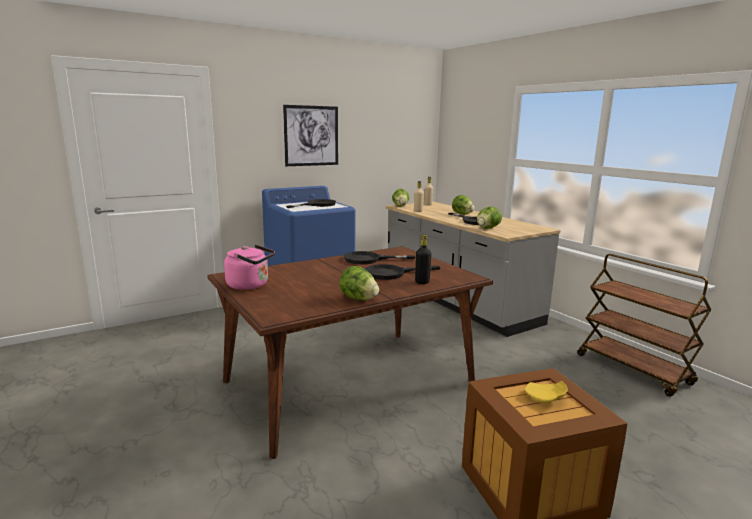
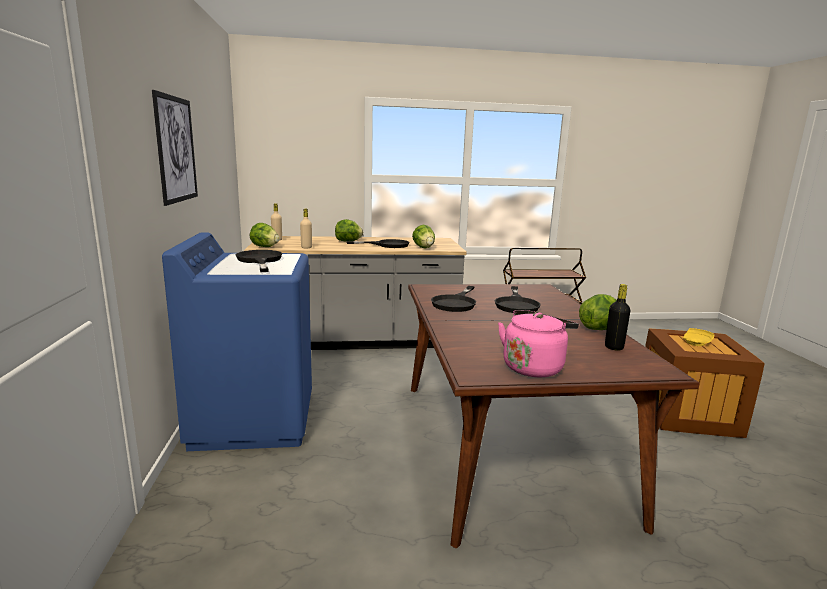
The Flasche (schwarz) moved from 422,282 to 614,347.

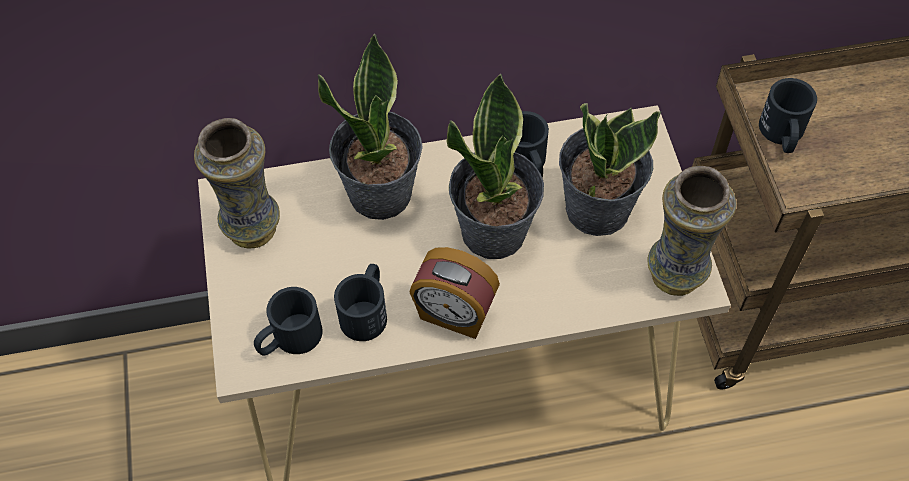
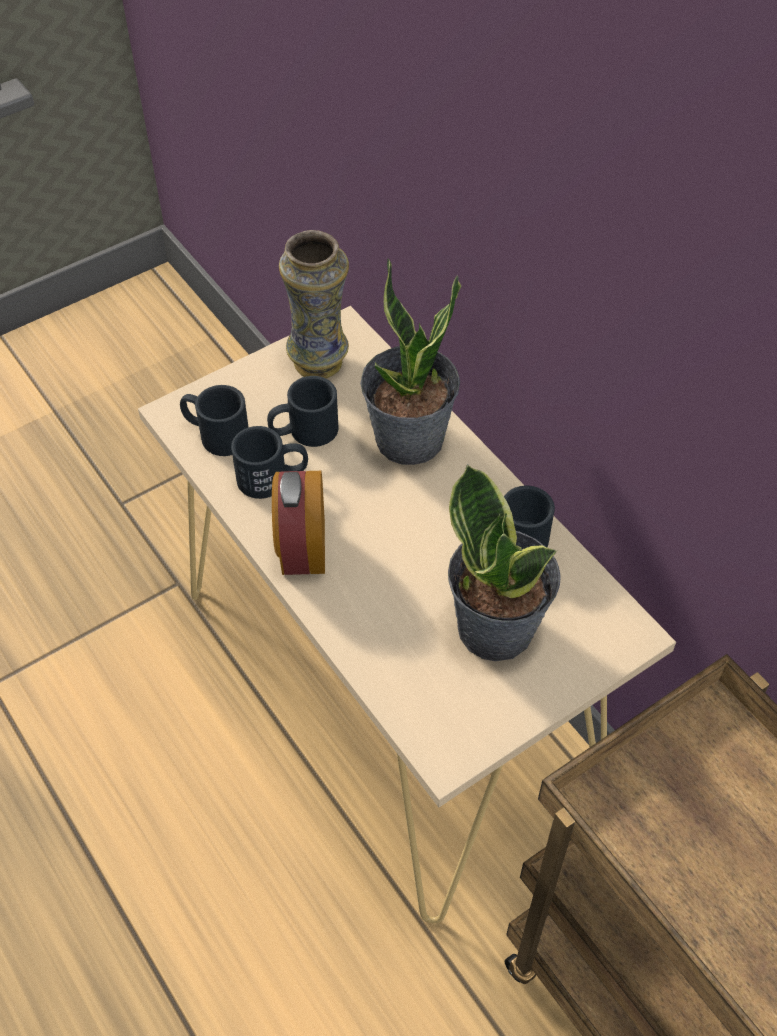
The Topfpflanze at 495,232 disappeared.
The Vase at 676,273 disappeared.
The Henkelbecher (schwarz) moved from 782,135 to 303,431.

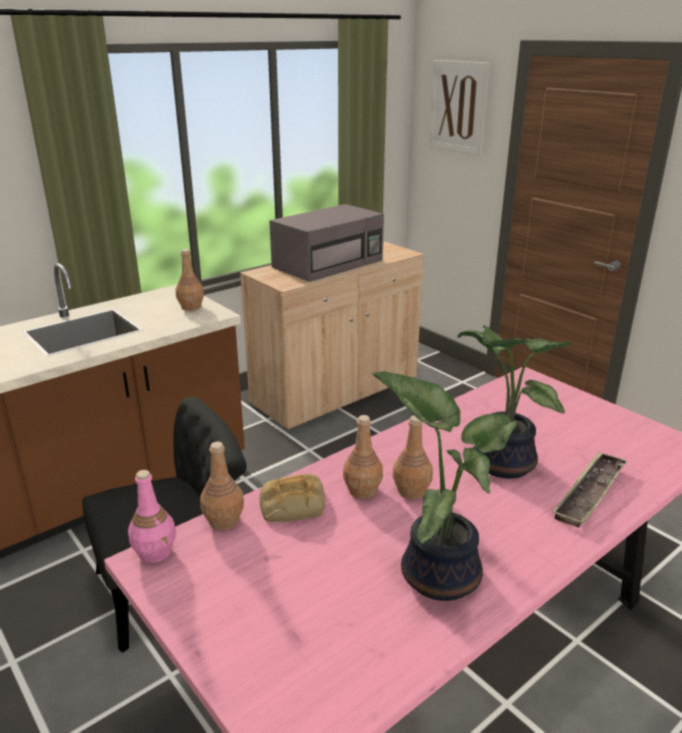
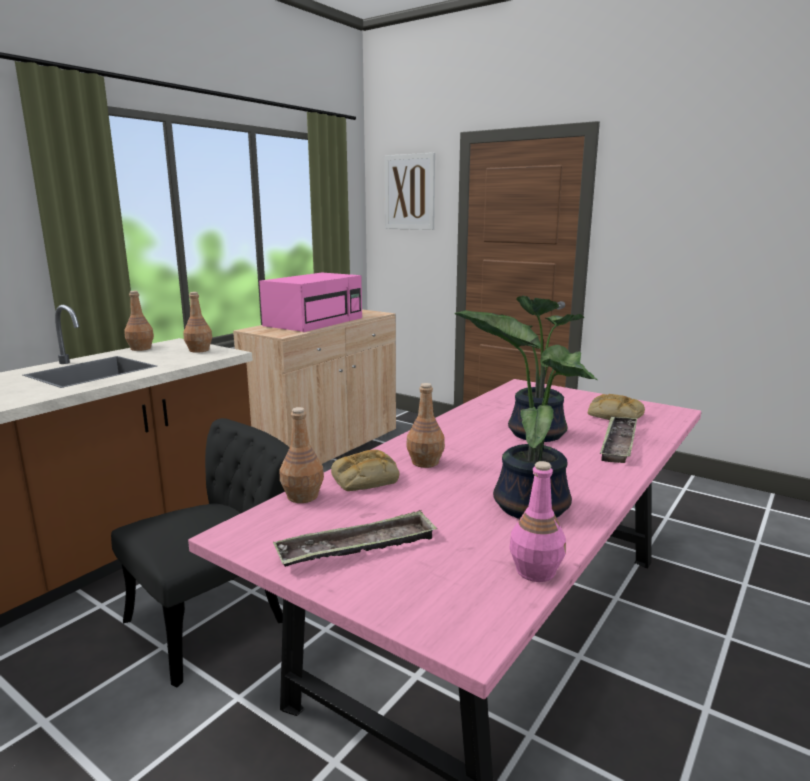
The Tablett at 358,547 appeared.
The Brot at 614,415 appeared.
The Flasche (rosa) moved from 155,552 to 535,571.
The Flasche (braun) moved from 411,491 to 141,348.
The Mikrowelle (grau) at 329,263 became the Mikrowelle (rosa) at 315,321.

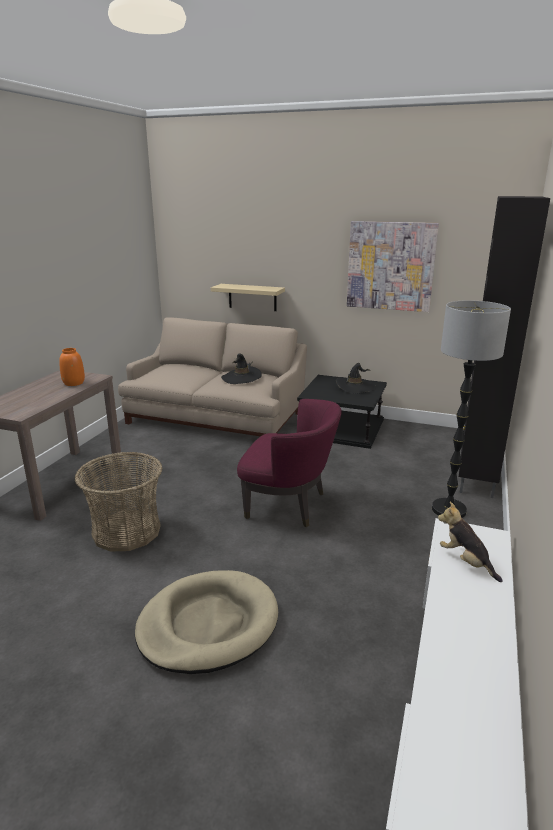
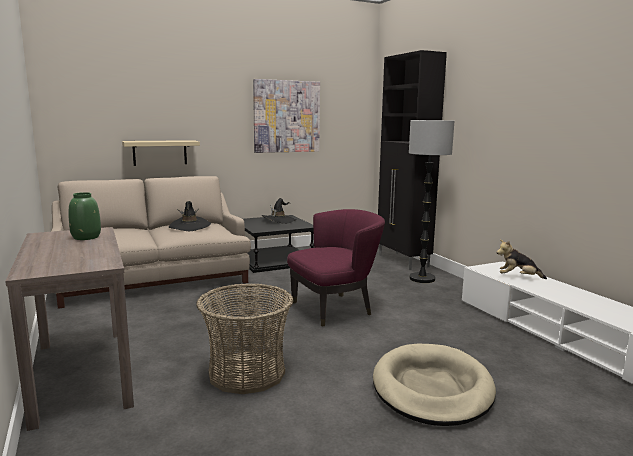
The Vase (orange) at 74,383 became the Vase (grün) at 86,237.

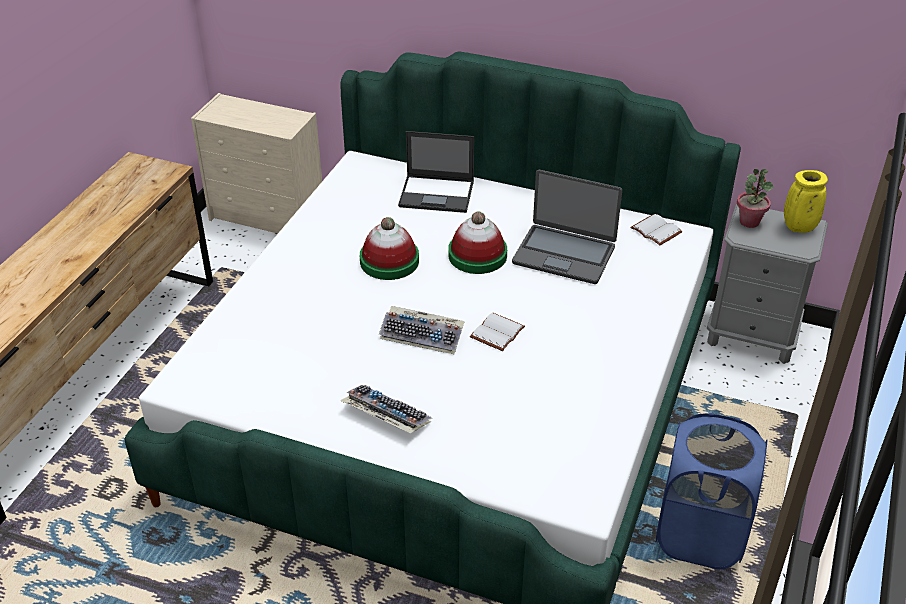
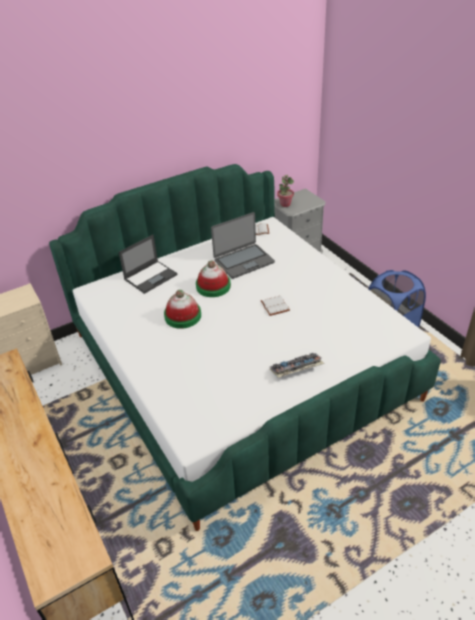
The Tastatur at 423,335 disappeared.
The Vase (gelb) at 798,228 disappeared.

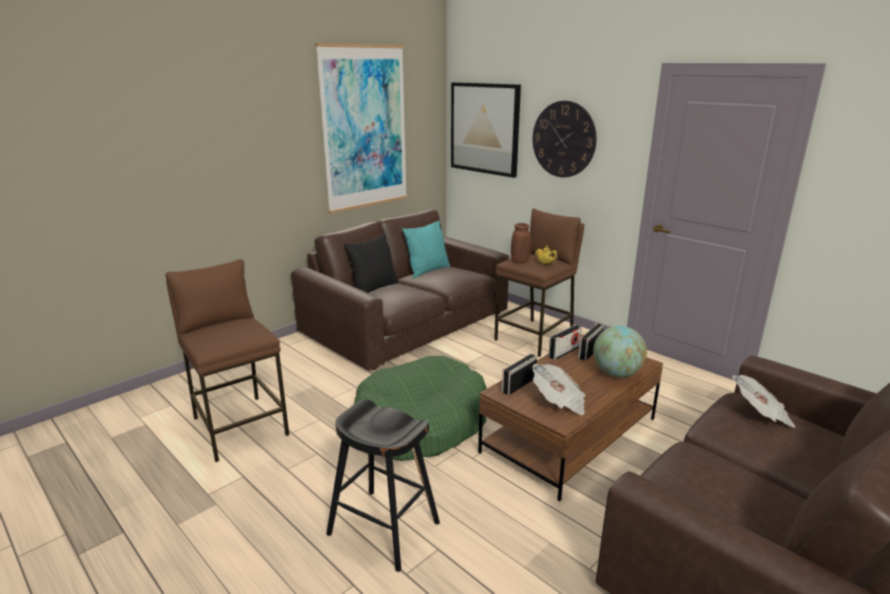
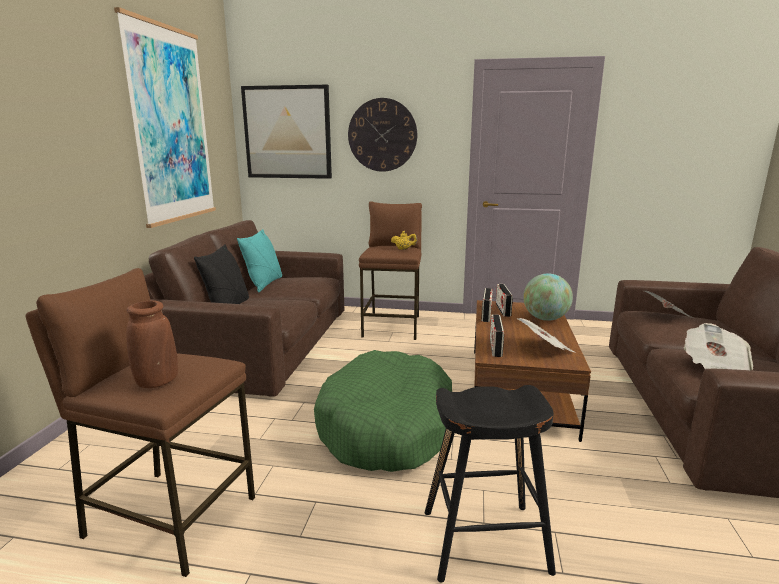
The Zeitung at 715,368 appeared.
The Vase (braun) moved from 520,261 to 157,382.

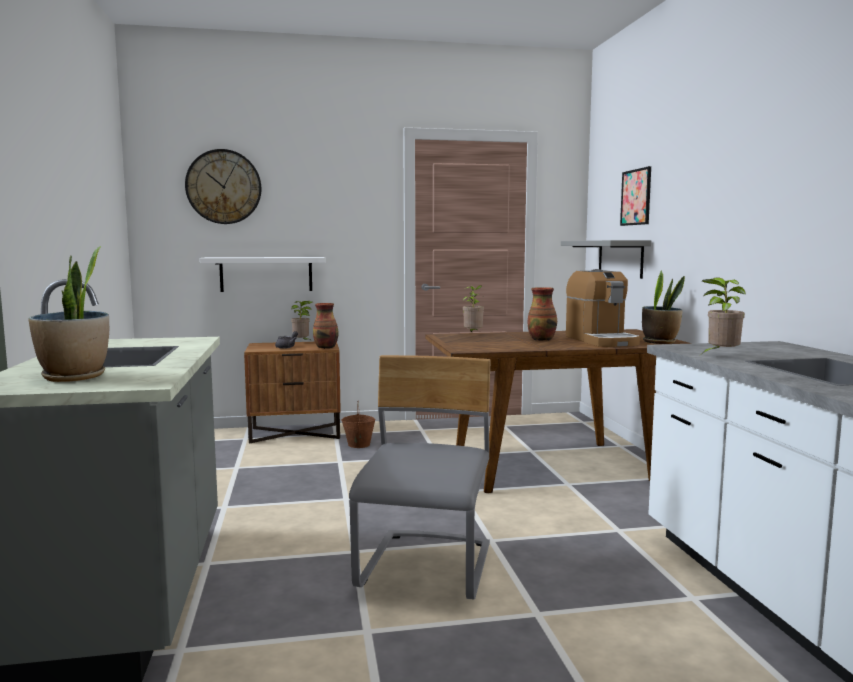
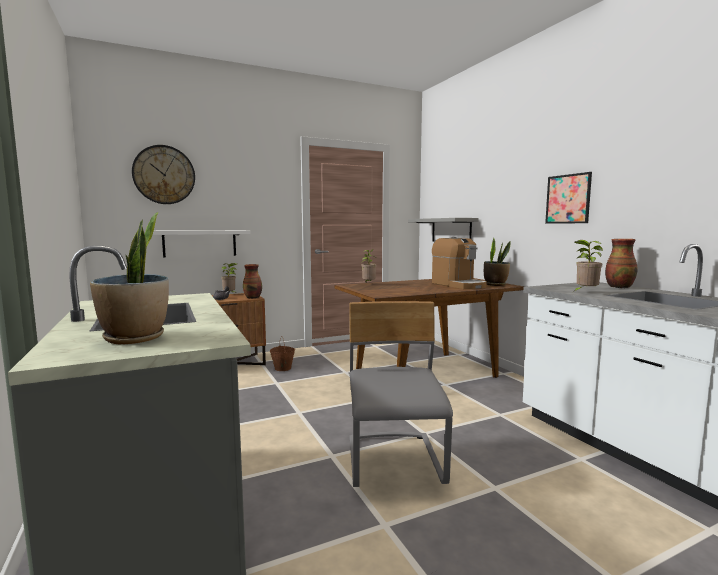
The Vase moved from 542,339 to 619,287.
The Bild moved from 636,197 to 568,199.

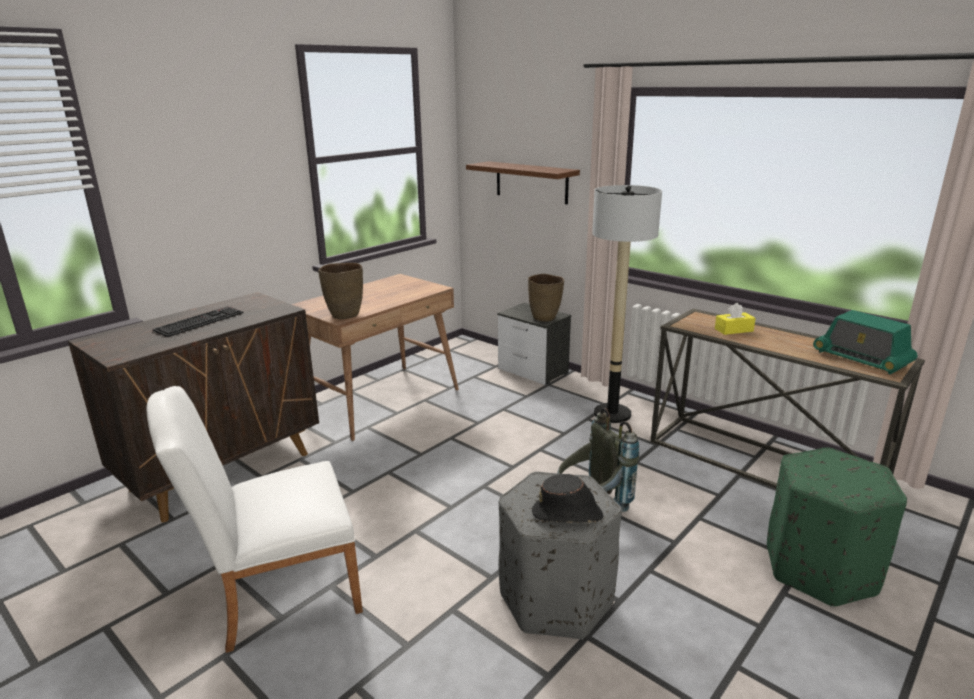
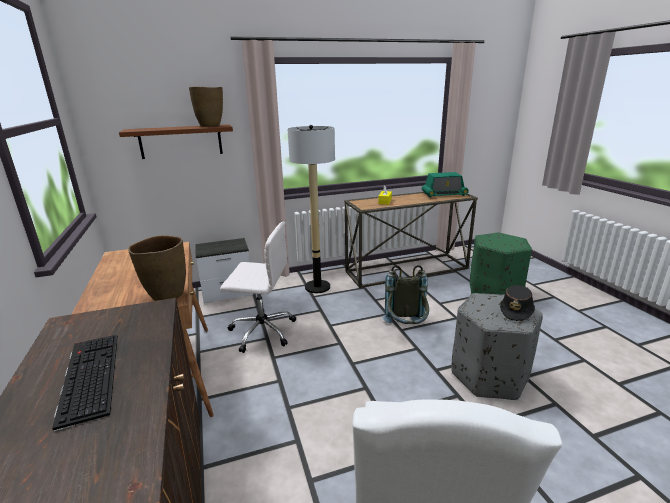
The Bürostuhl (weiß) at 261,331 appeared.
The Vase (braun) moved from 545,318 to 210,126.

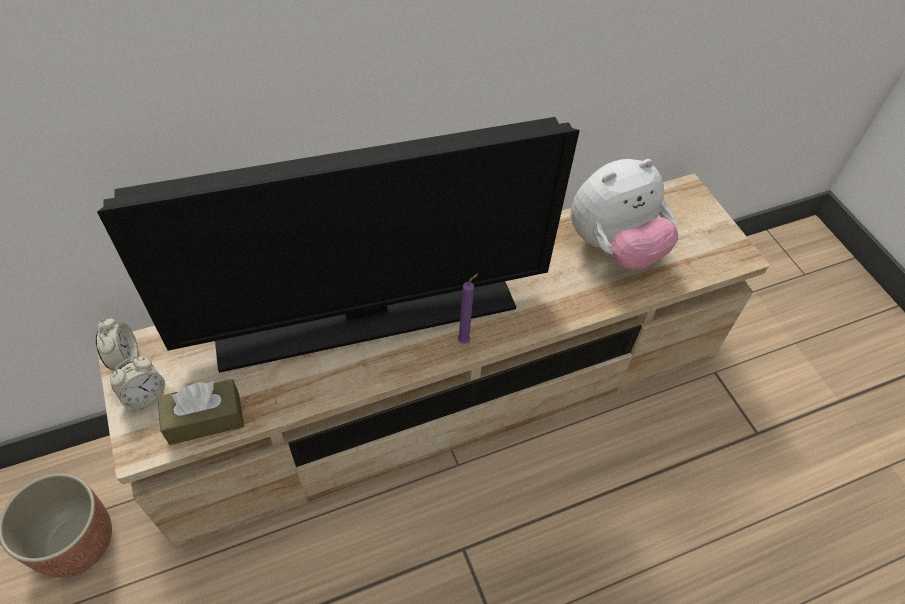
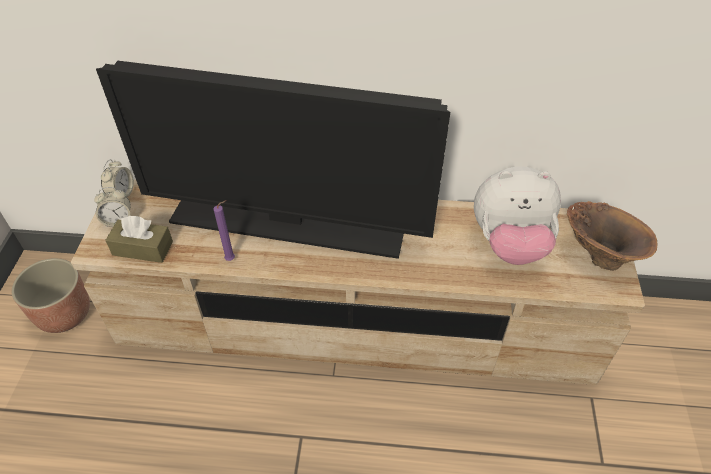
The Vase (braun) at 598,255 appeared.
The Kerze (lila) moved from 465,340 to 232,259.

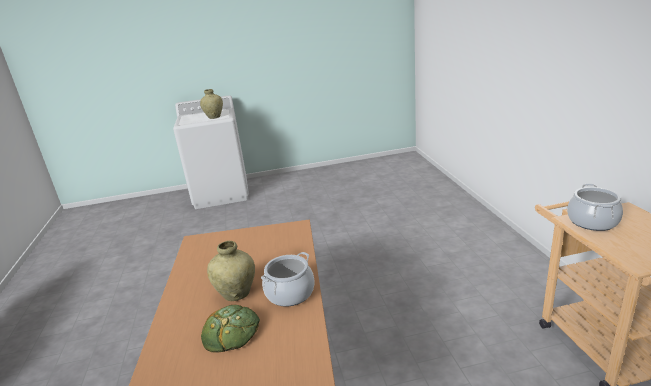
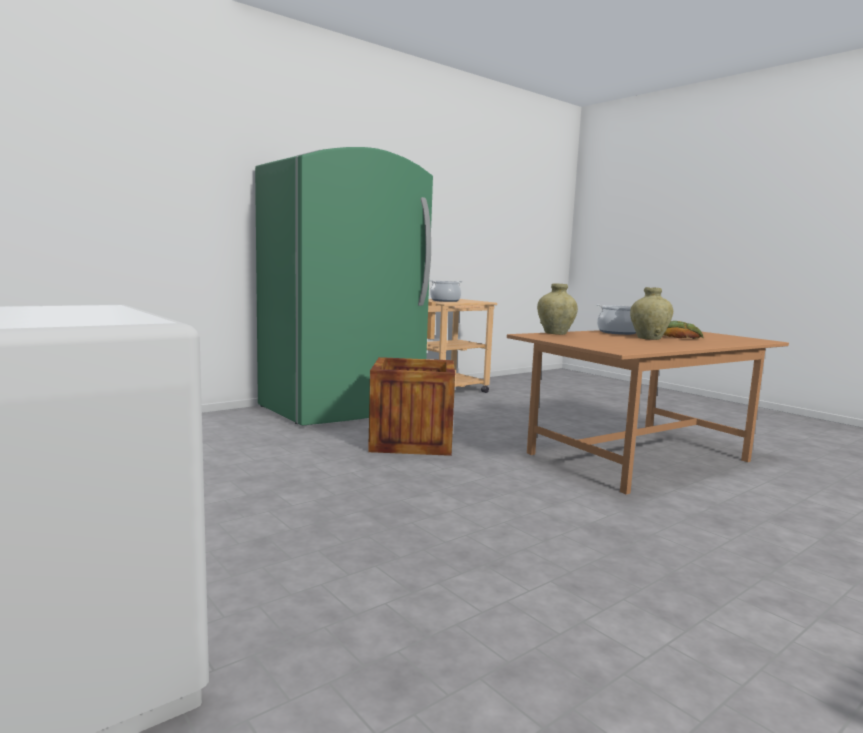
The Kühlschrank (grün) at 344,408 appeared.
The Kiste at 411,441 appeared.
The Vase (beige) moved from 214,117 to 555,333.

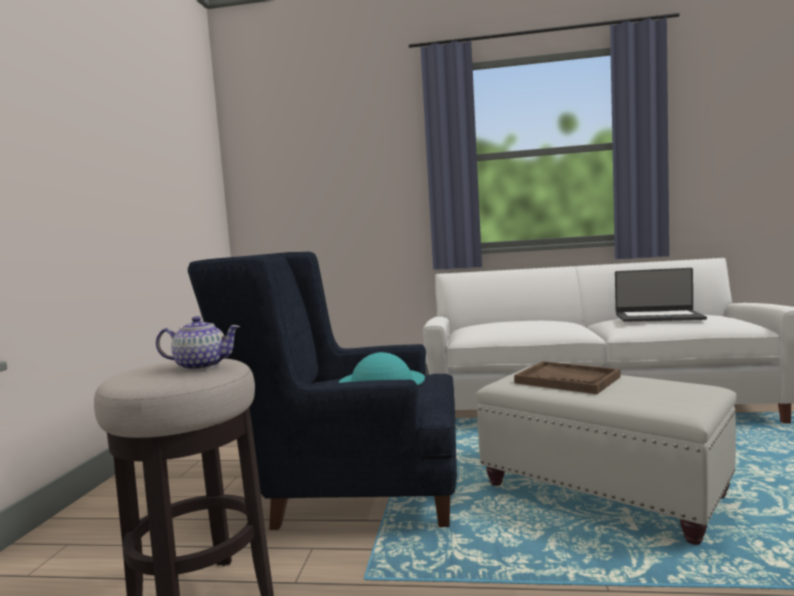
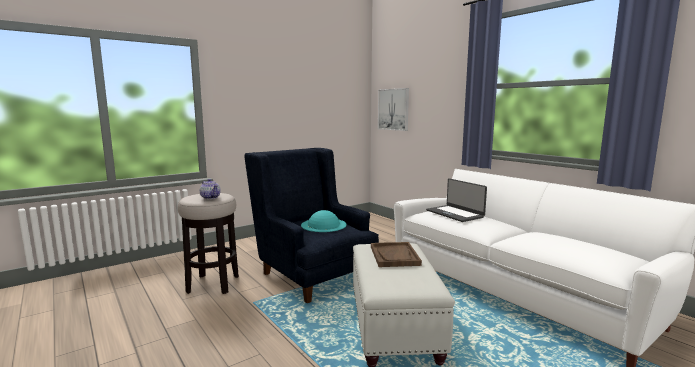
The Bild at 393,109 appeared.
The Laptop moved from 658,317 to 455,213.

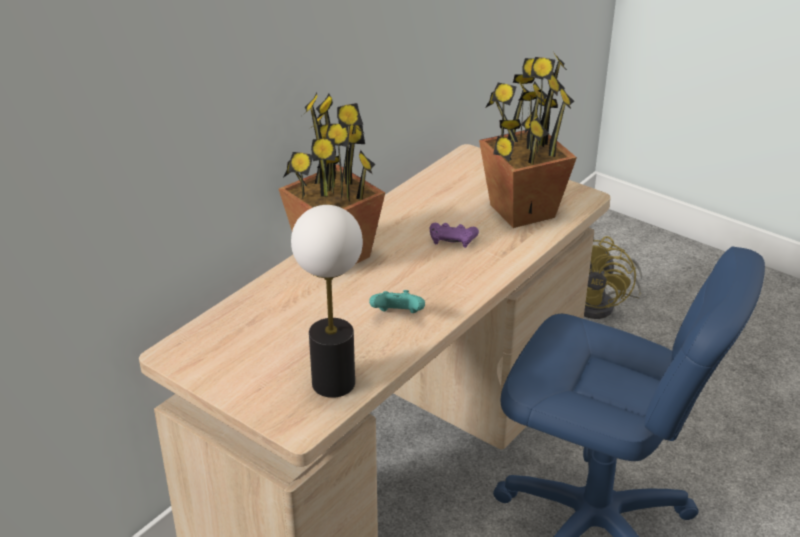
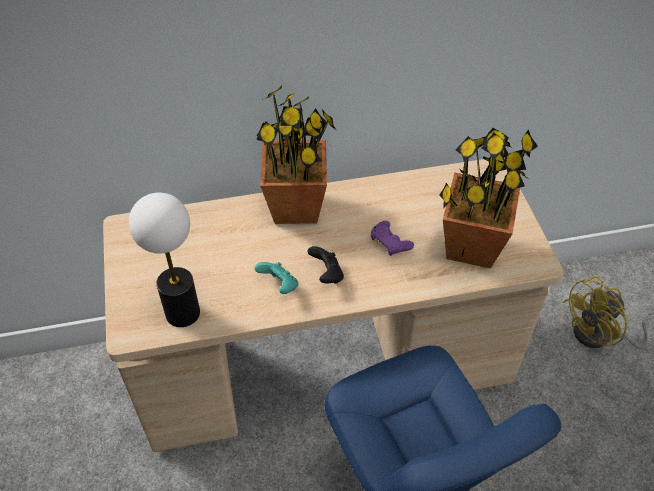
The Gamepad (schwarz) at 326,274 appeared.

